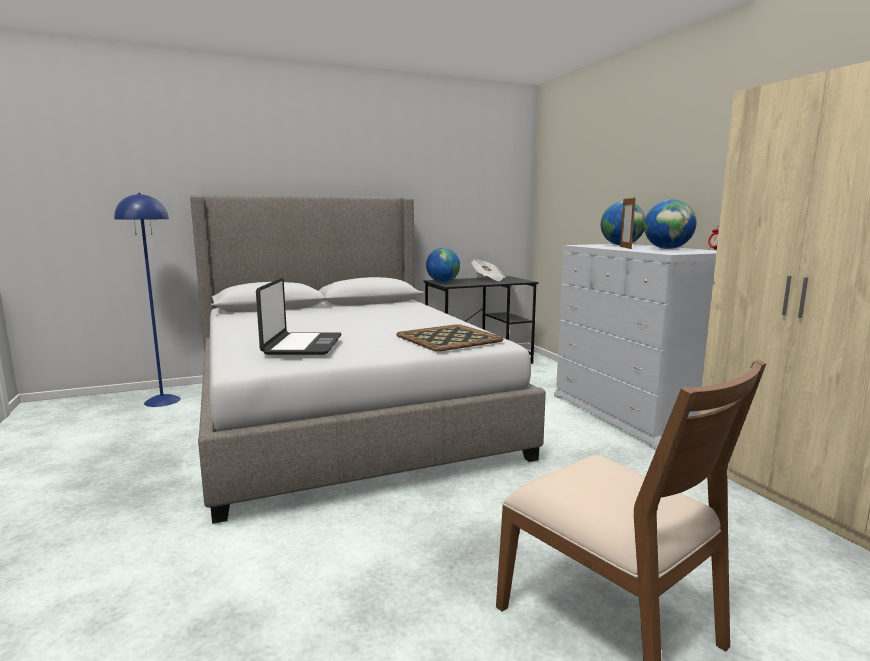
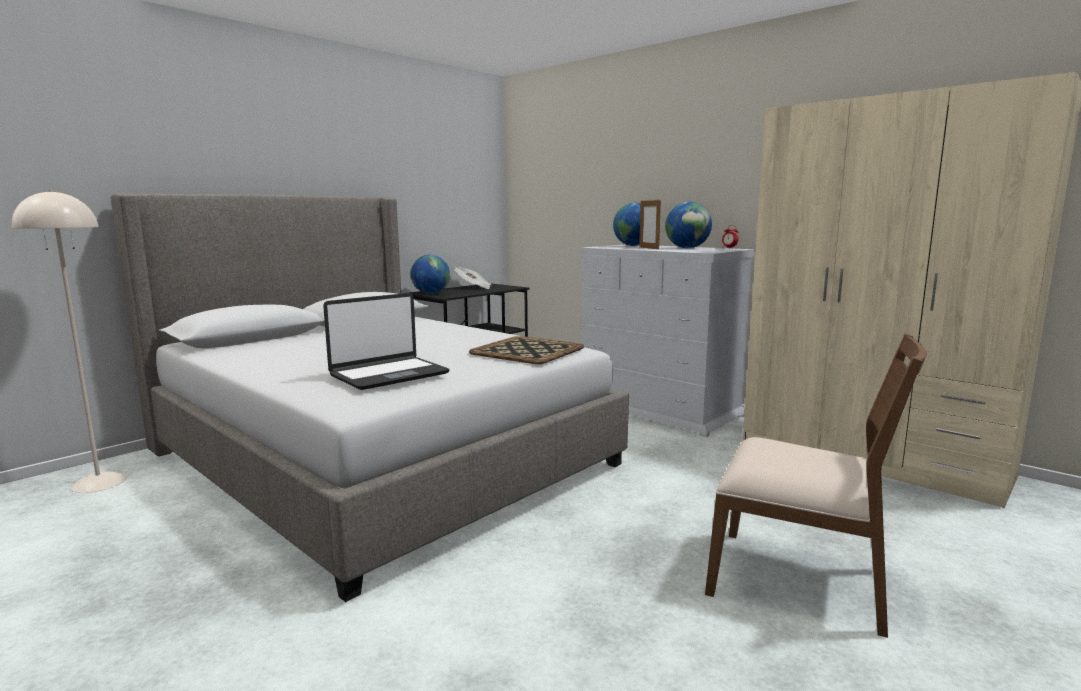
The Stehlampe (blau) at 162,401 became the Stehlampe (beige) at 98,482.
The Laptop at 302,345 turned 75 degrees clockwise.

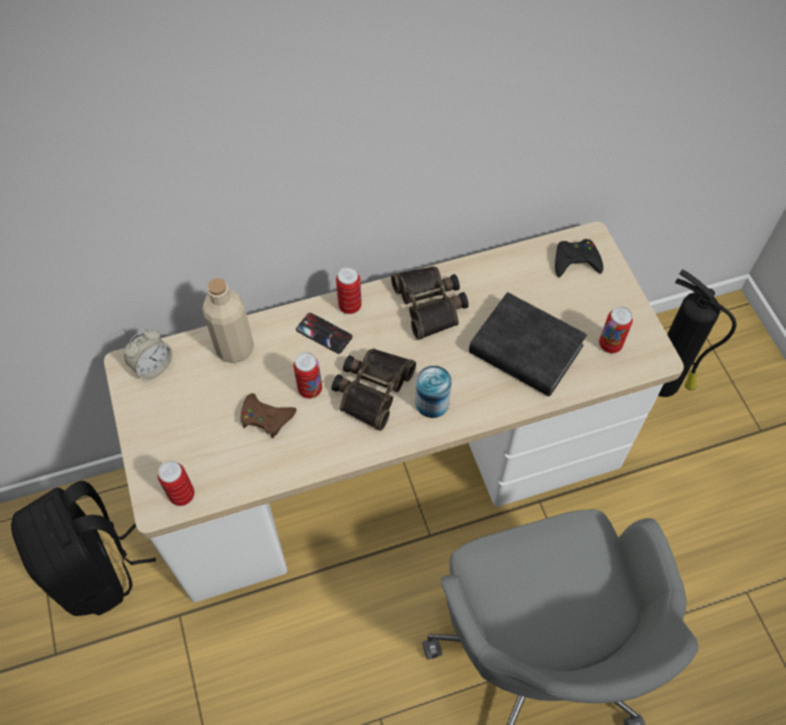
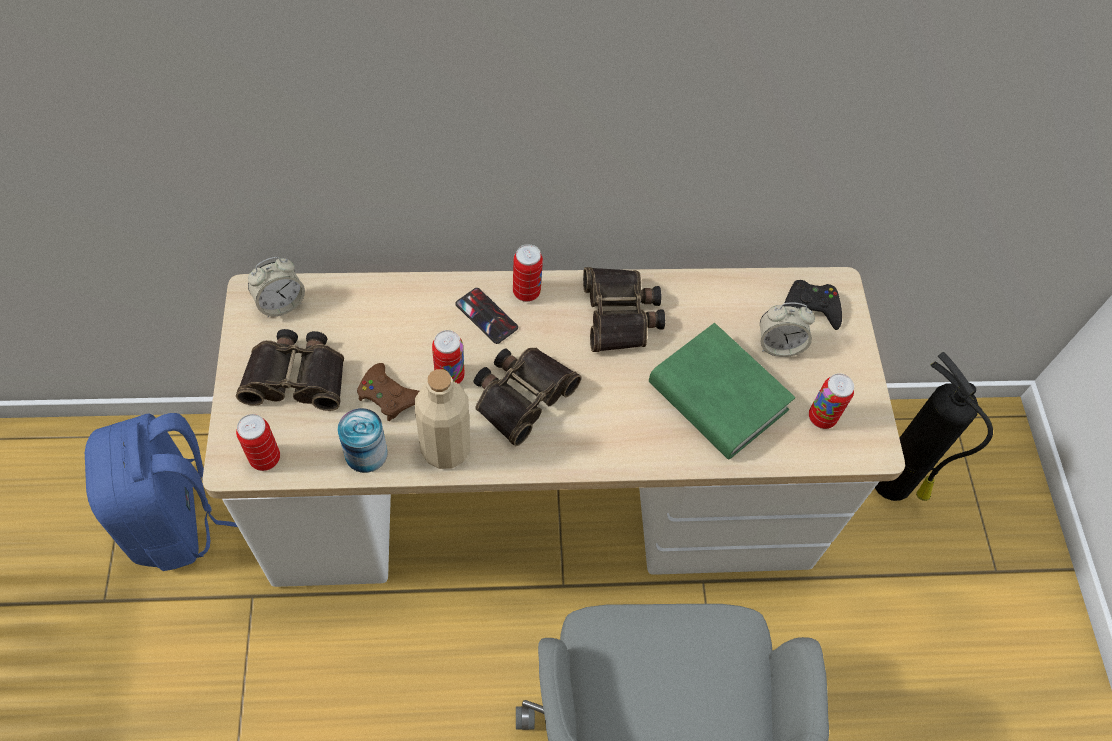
The Fernglas at 297,376 appeared.
The Wecker at 779,345 appeared.
The Flasche (beige) moved from 235,348 to 445,448.
The Dose moved from 432,402 to 366,453.
The Rucksack (schwarz) at 97,569 became the Rucksack (blau) at 178,519.
The Buch (schwarz) at 525,350 became the Buch (grün) at 717,397.

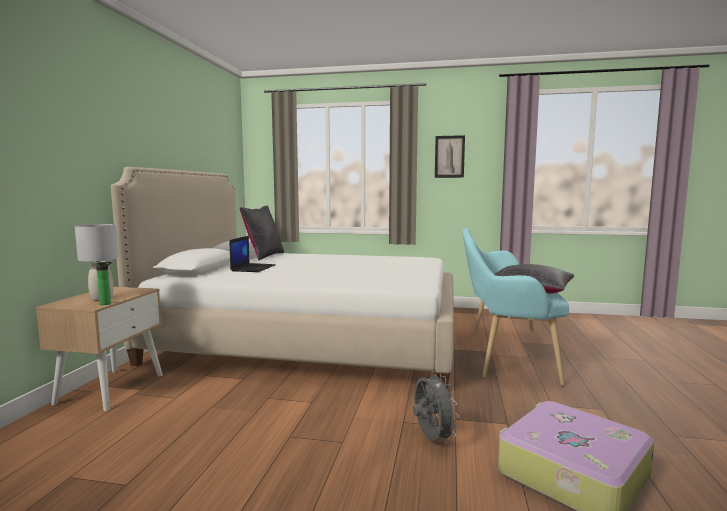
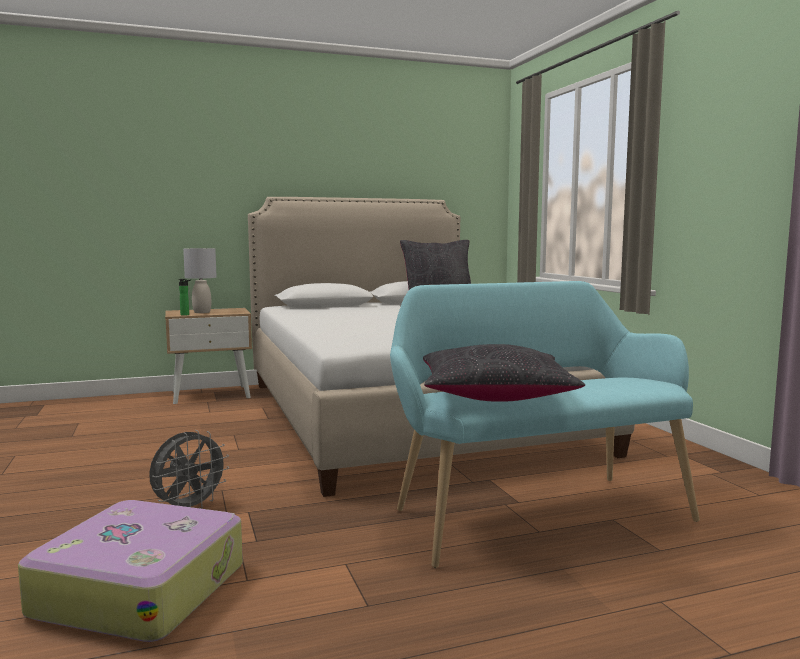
The Laptop at 253,268 disappeared.
The Bild at 449,156 disappeared.

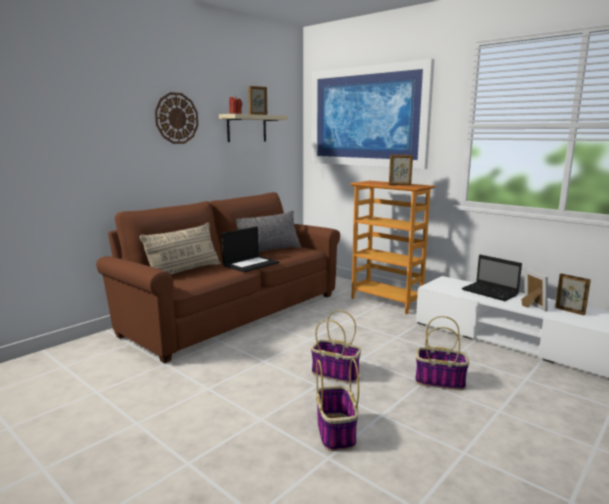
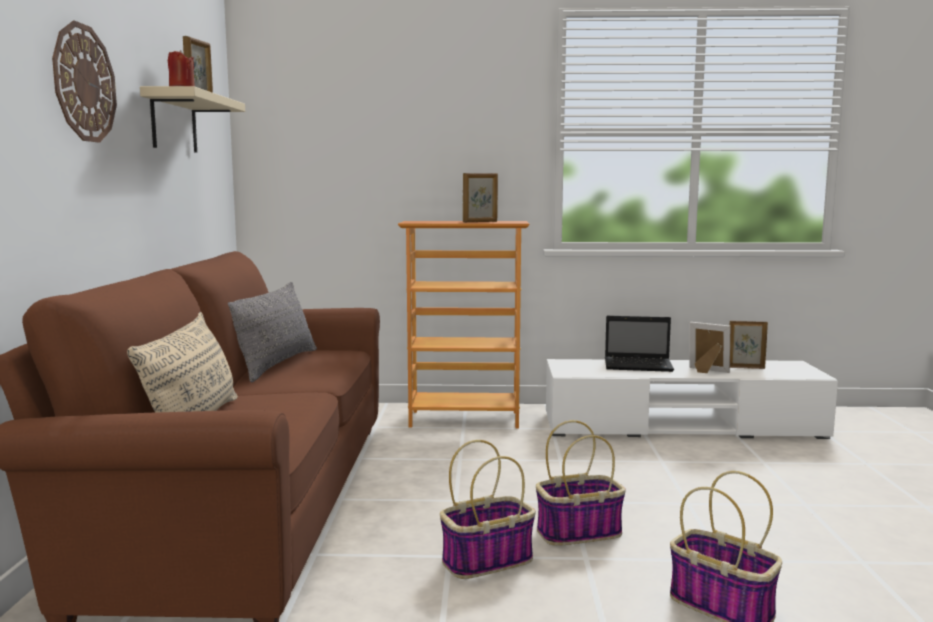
The Laptop at 251,264 disappeared.
The Bild at 367,117 disappeared.
The Korb moved from 440,381 to 488,560.

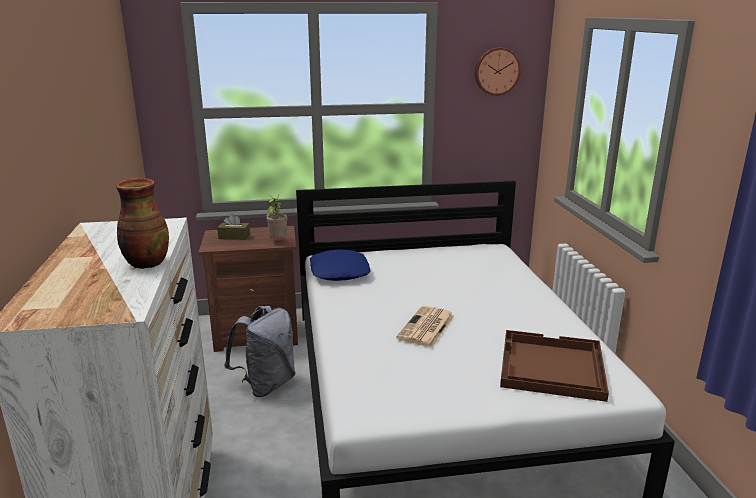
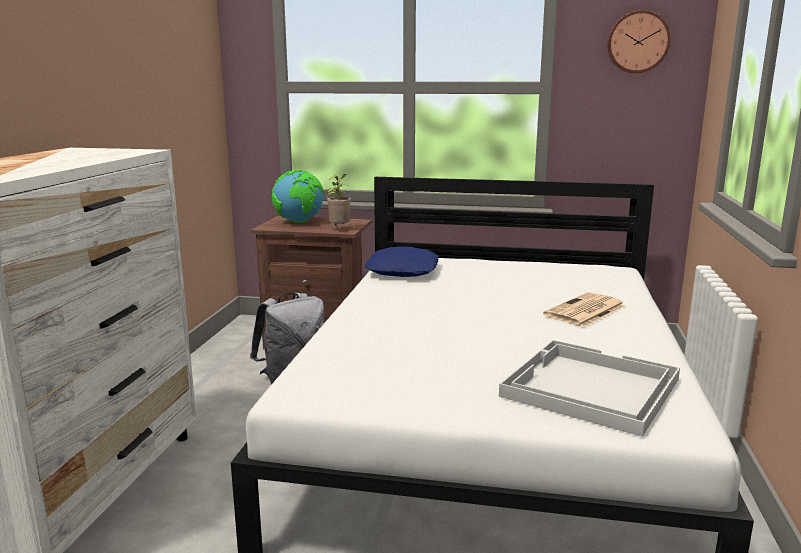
The Vase at 146,263 disappeared.
The Zeitung moved from 426,327 to 585,311.
The Taschentuchbox (braun) at 234,236 was replaced by the Globus at 299,222.
The Tablett (braun) at 550,367 became the Tablett (weiß) at 589,388.

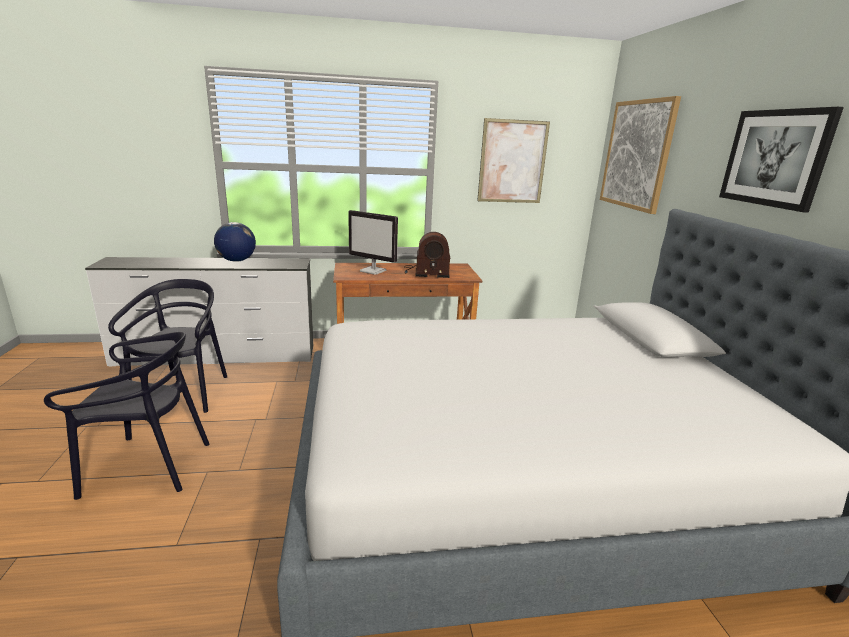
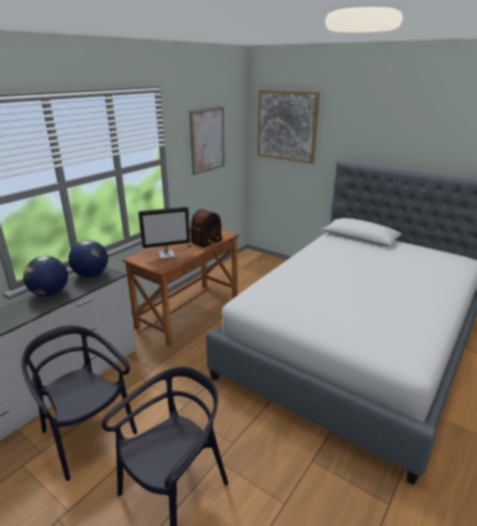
The Bild at 775,158 disappeared.
The Globus at 91,275 appeared.

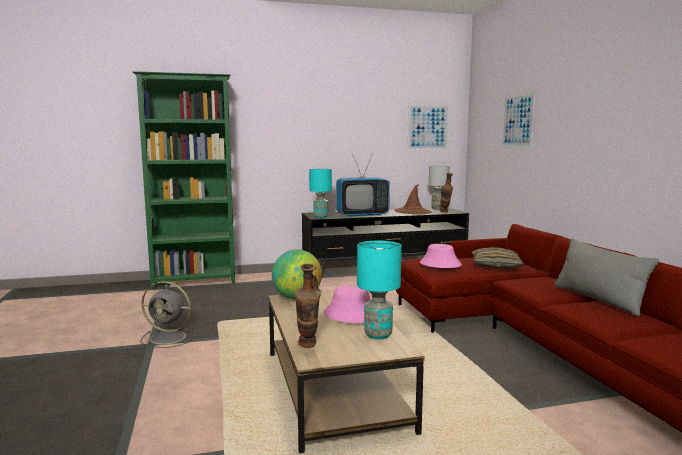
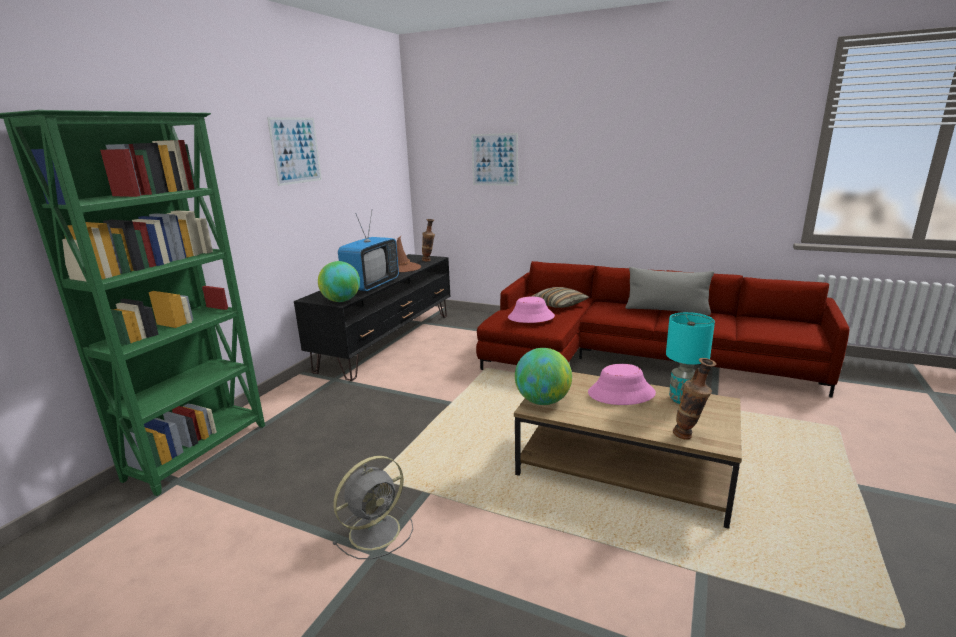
The Tischlampe (grau) at 438,209 disappeared.
The Bild moved from 428,127 to 296,150.
The Tischlampe (türkis) at 320,217 was replaced by the Globus at 341,301.

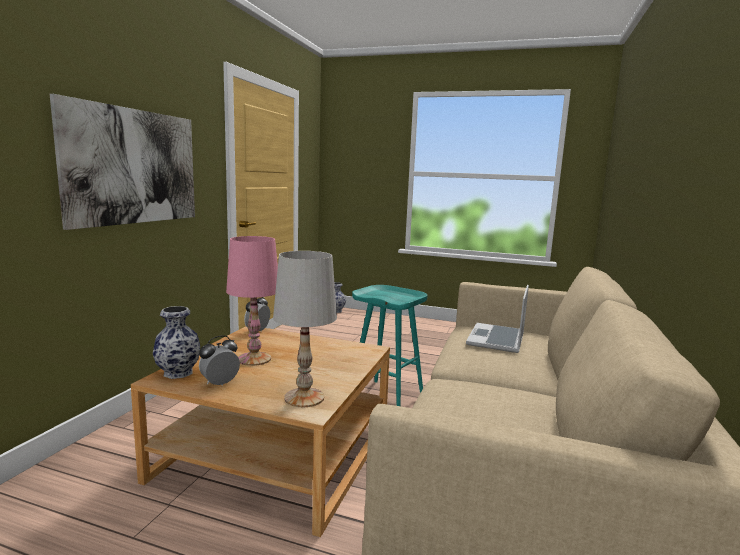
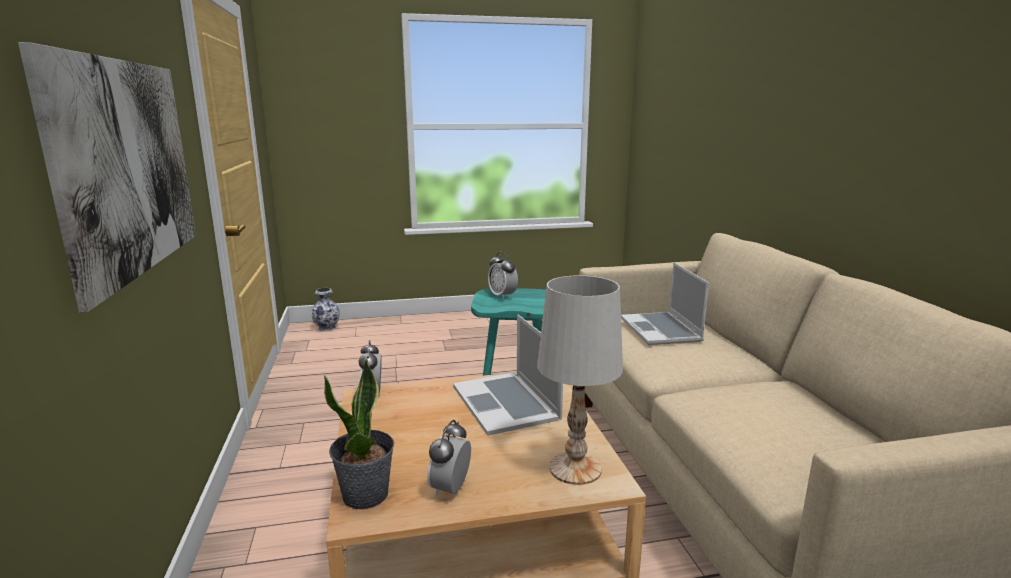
The Tischlampe (rosa) at 254,359 disappeared.
The Laptop at 506,402 appeared.
The Wecker at 502,296 appeared.
The Vase at 177,372 was replaced by the Topfpflanze at 366,495.

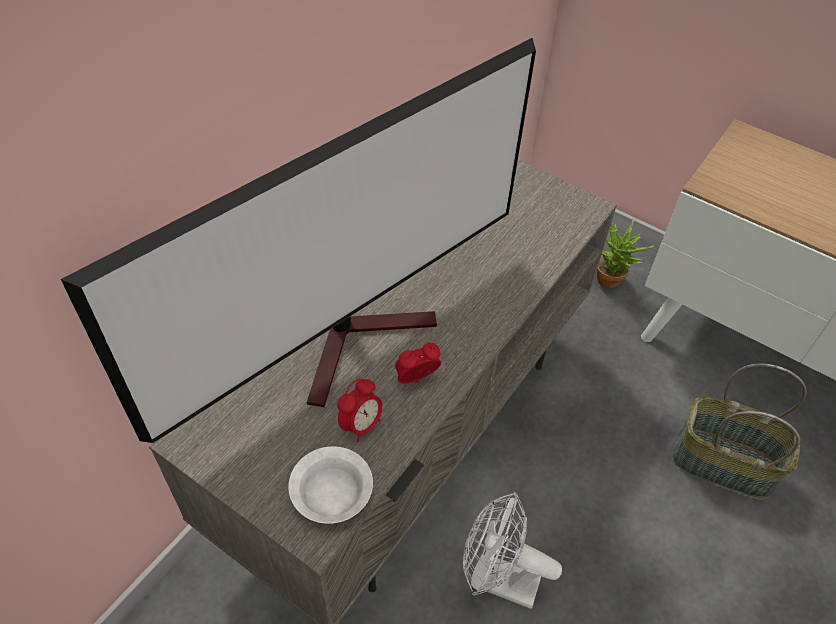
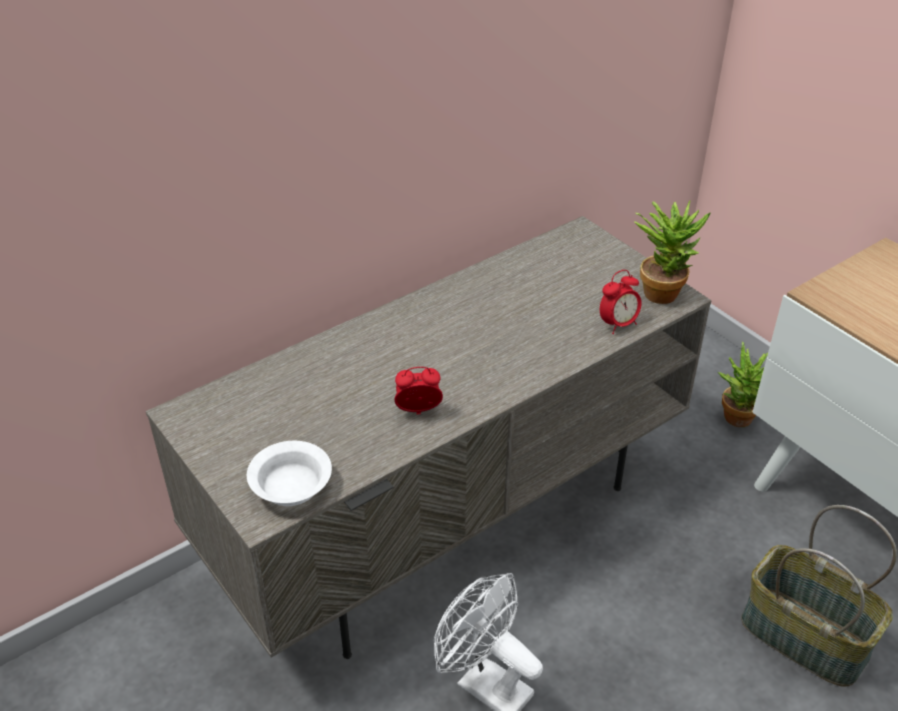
The Fernseher at 360,339 disappeared.
The Topfpflanze at 663,290 appeared.
The Wecker moved from 361,425 to 618,324.

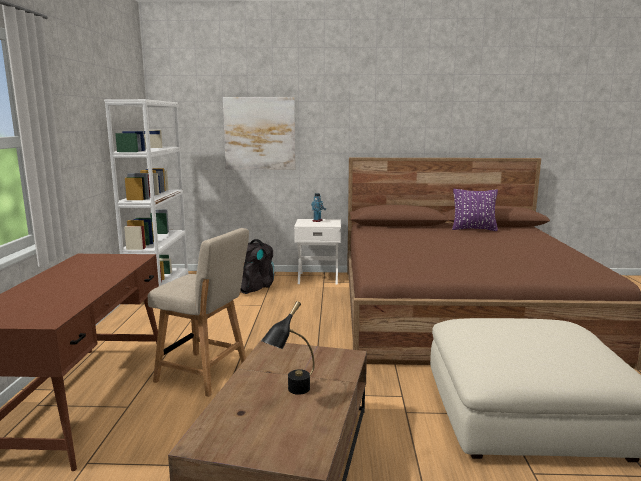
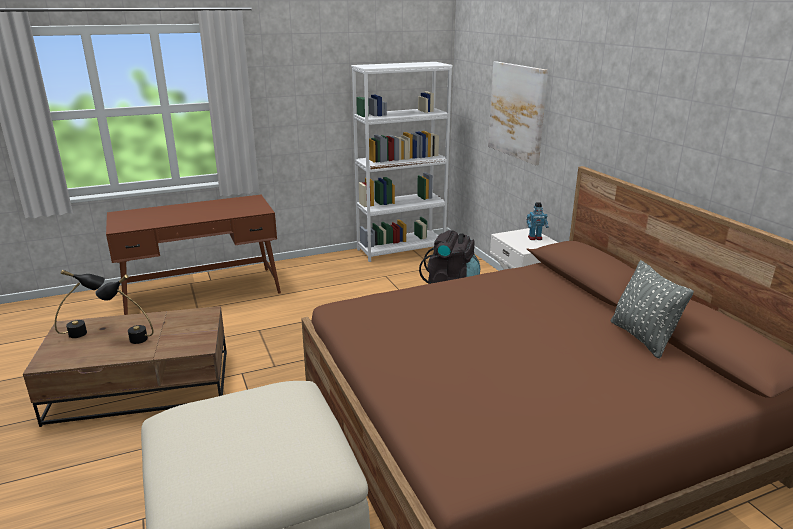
The Stuhl (beige) at 205,374 disappeared.
The Tischlampe (schwarz) at 86,331 appeared.
The Kissen (lila) at 473,229 became the Kissen (grau) at 642,338.

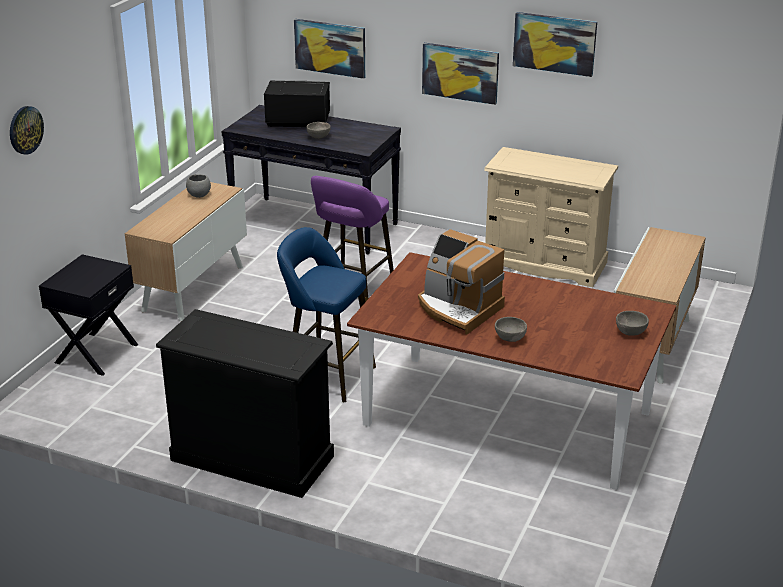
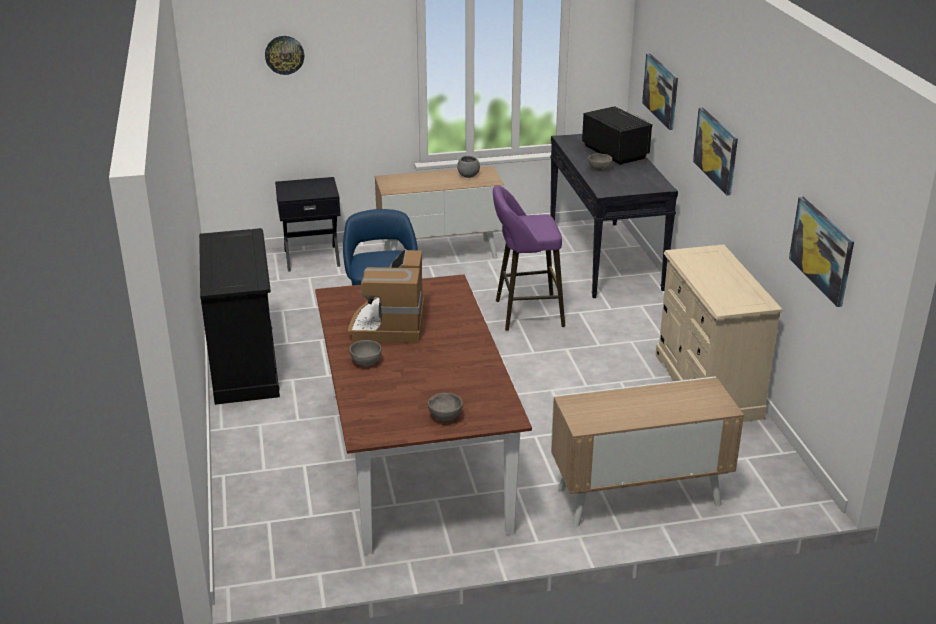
The Bild moved from 554,43 to 822,250.

